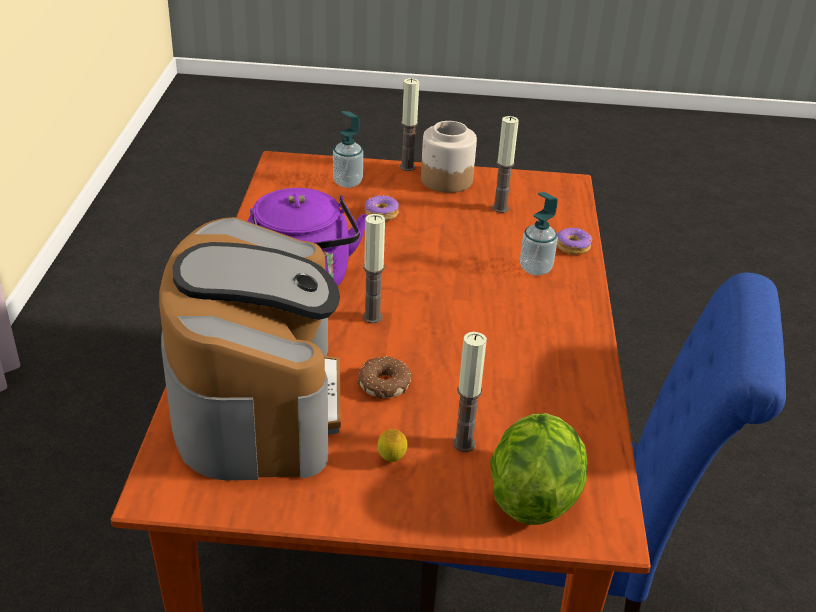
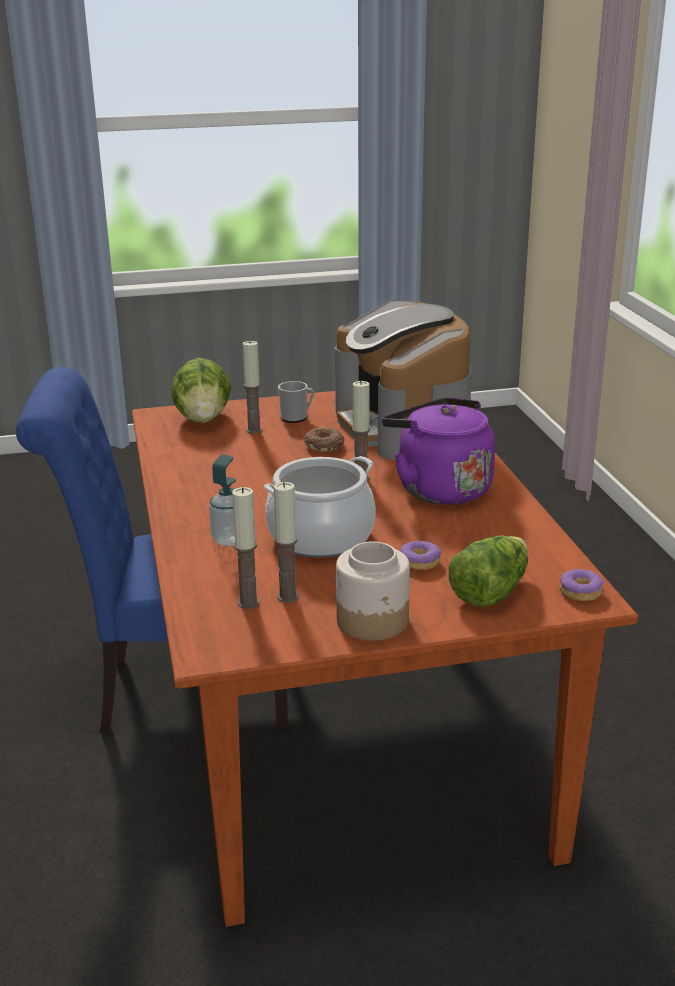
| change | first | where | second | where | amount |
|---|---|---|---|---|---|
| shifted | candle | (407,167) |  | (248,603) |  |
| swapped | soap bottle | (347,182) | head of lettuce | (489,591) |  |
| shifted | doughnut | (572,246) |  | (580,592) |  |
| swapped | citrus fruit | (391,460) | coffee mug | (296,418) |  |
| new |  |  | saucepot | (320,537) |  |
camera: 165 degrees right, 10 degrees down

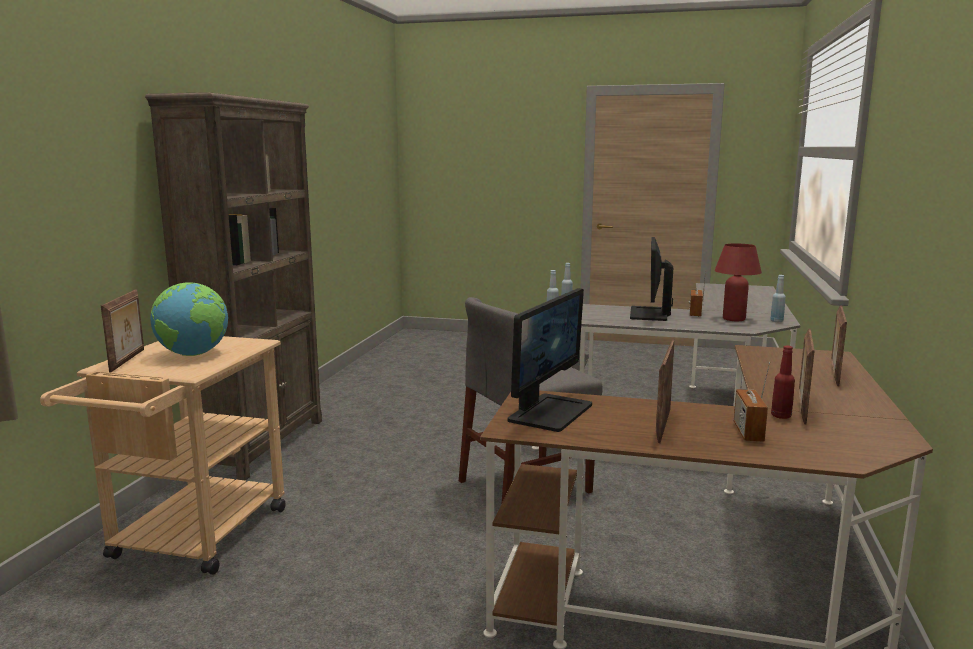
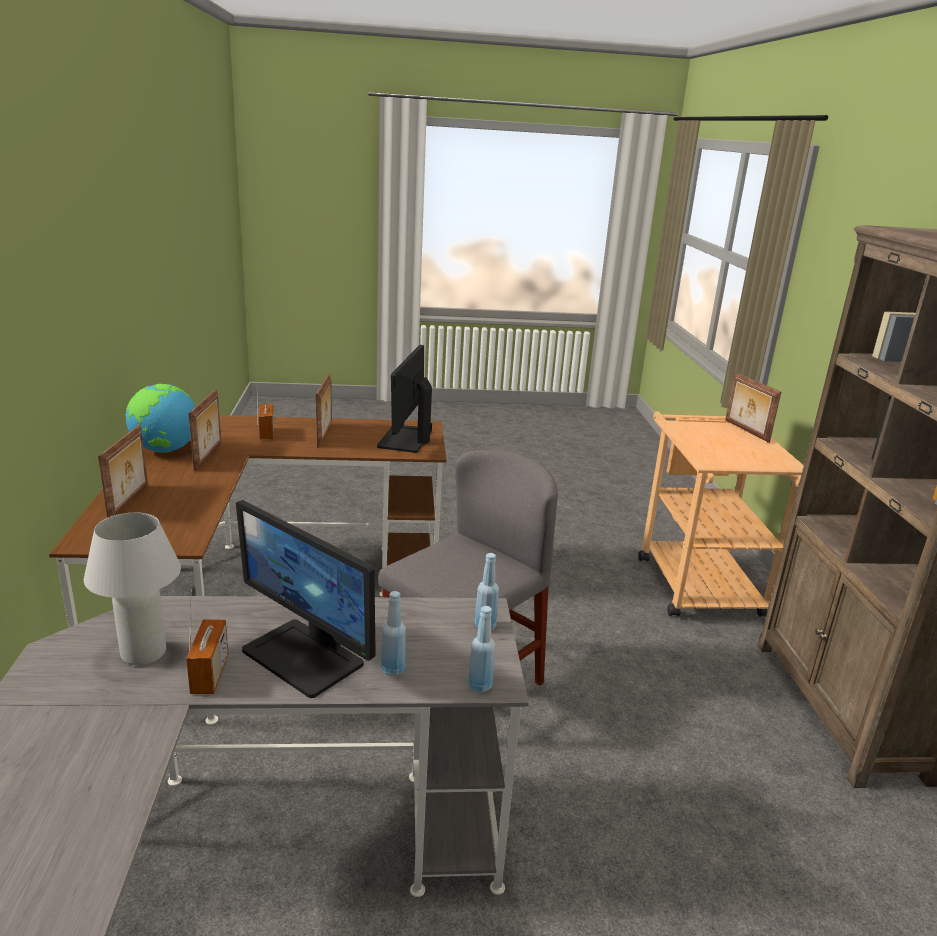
| change | first | where | second | where | amount |
|---|---|---|---|---|---|
| rotated | computer screen | (649,314) |  | (305,656) | 135 degrees clockwise |
| repainted | reddish lamp for a table | (733,319) | white lamp for a table | (144,653) |  |
| shifted | blue drink bottle | (776,321) |  | (392,670) |  |
| shifted | world globe | (194,354) |  | (165,450) |  |
| gone | reddish drink bottle | (781,416) |  |  |  |
camera: 160 degrees right, 10 degrees up

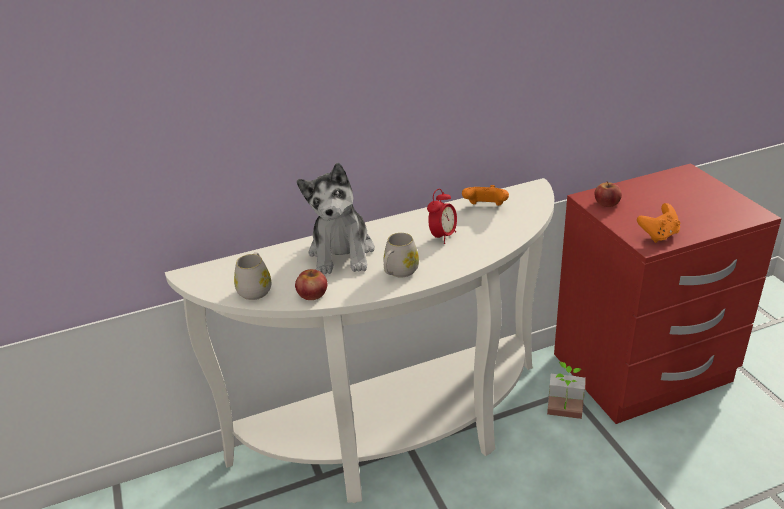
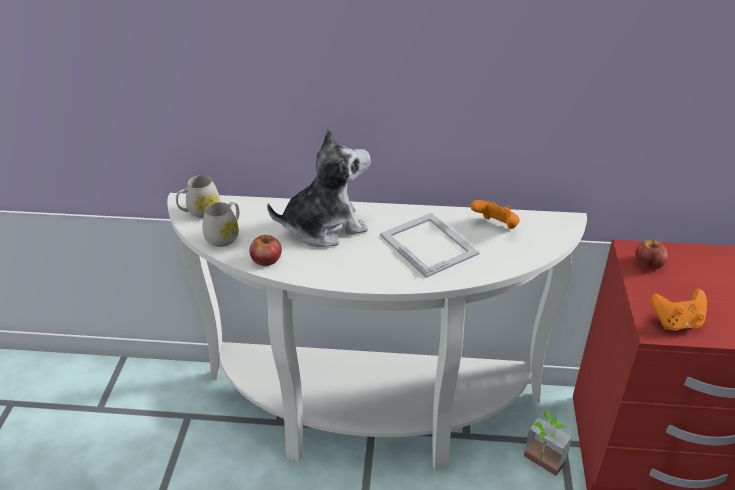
| change | first | where | second | where | amount |
|---|---|---|---|---|---|
| rotated | cuddly toy | (342,252) |  | (324,227) | 135 degrees counterclockwise |
| swapped | alarm clock | (443,236) | photo frame | (428,243) |  |
| shifted | white coffee mug | (399,272) |  | (200,212) |  |
camera: 25 degrees right, 5 degrees up

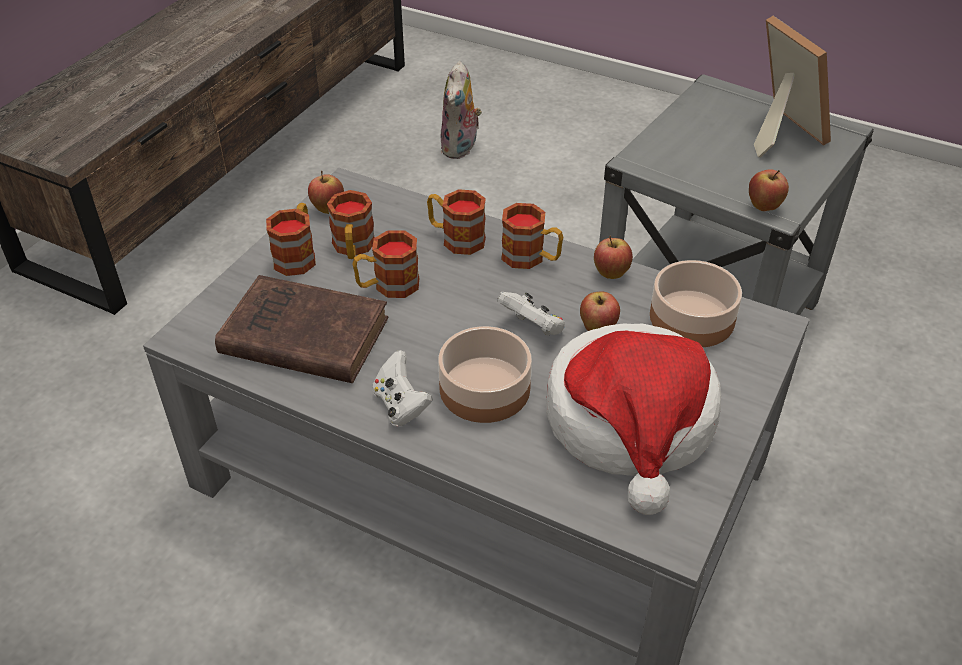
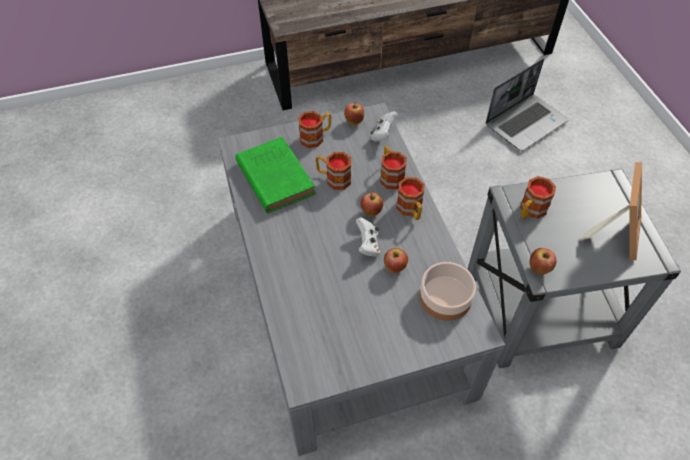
| change | first | where | second | where | amount |
|---|---|---|---|---|---|
| swapped | cuddly toy | (461,148) | notebook computer | (525,122) |  |
| shifted | coffee mug | (353,248) |  | (530,211) |  |
| shifted | apple | (610,274) |  | (371,212) |  |
| repainted | brown-coloured bound book | (300,336) | green-coloured bound book | (274,176) |  |
| gone | wearable hat | (631,423) |  |  |  |
| gone | deep dish | (485,390) |  |  |  |
| shifted | white gamepad | (401,405) |  | (382,134) |  |
camera: 45 degrees right, 10 degrees up

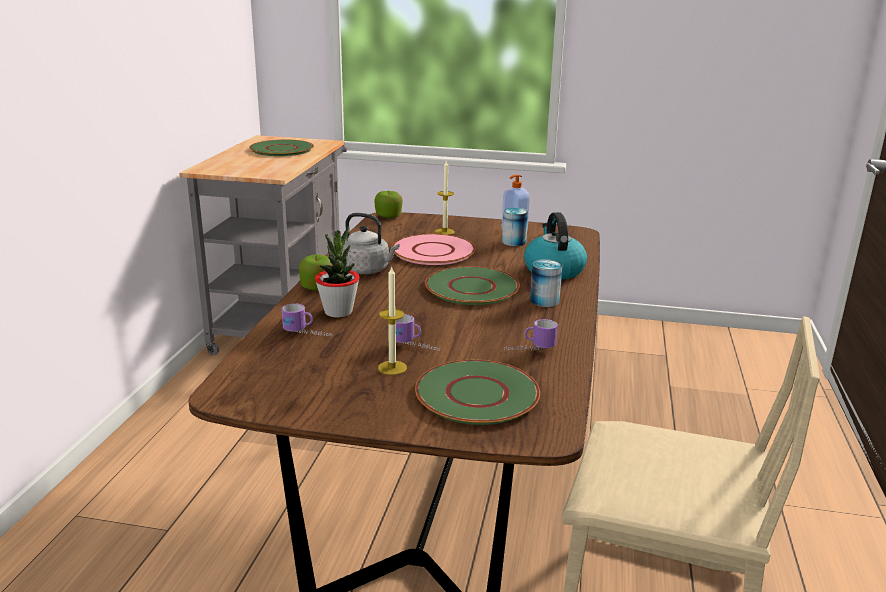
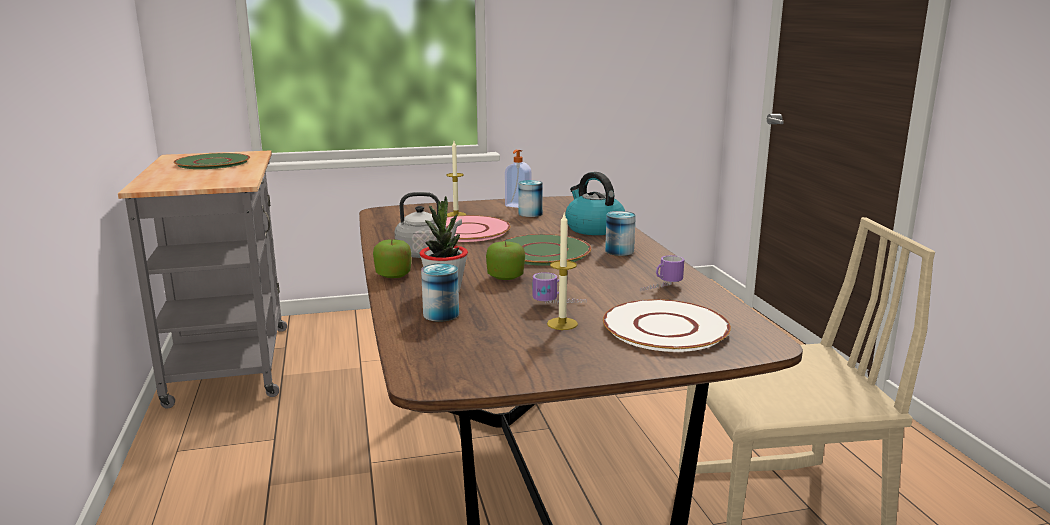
| change | first | where | second | where | amount |
|---|---|---|---|---|---|
| shifted | apple | (388,216) |  | (505,277) |  |
| swapped | coffee mug | (307,335) | sealed can | (441,314) |  |
| repainted | green-coloured plate | (476,394) | white plate | (664,328) |  |
camera: 25 degrees left, 5 degrees down

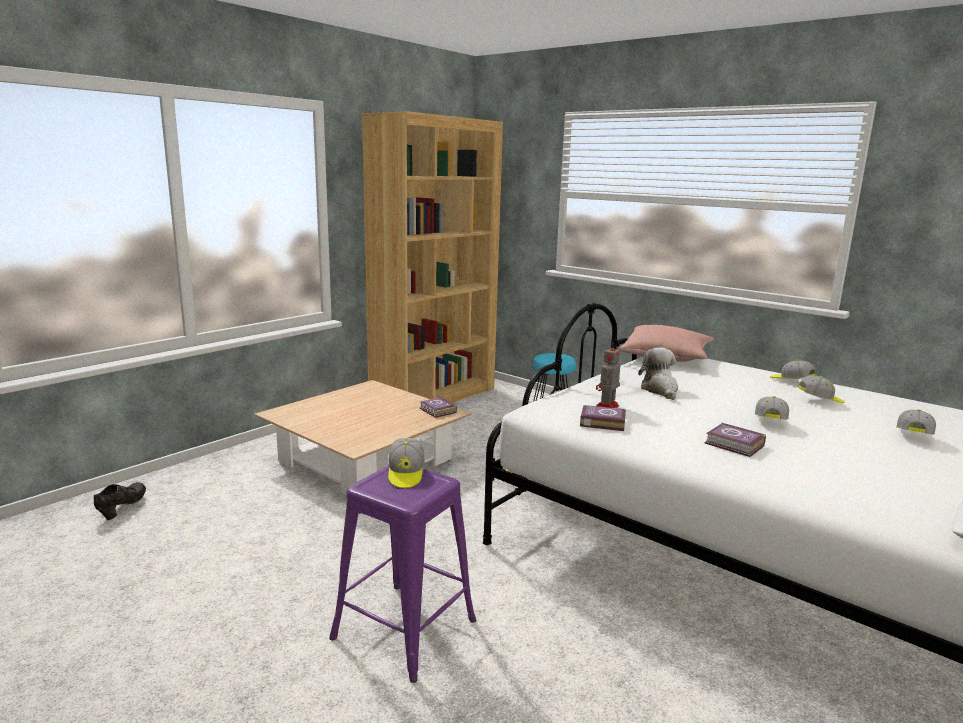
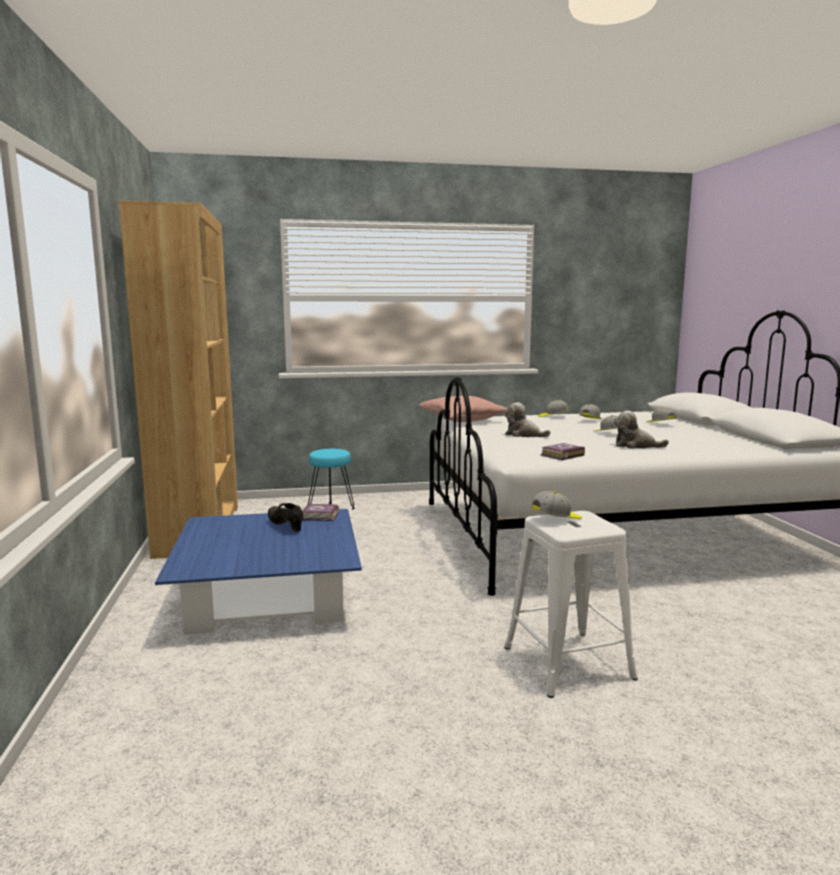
| change | first | where | second | where | amount |
|---|---|---|---|---|---|
| gone | model robot | (607,406) |  |  |  |
| repainted | beige coffee table | (365,461) | blue coffee table | (269,596) |  |
| swapped | bound book | (735,445) | cuddly toy | (635,446) |  |
| rotated | cap | (406,474) |  | (556,519) | 60 degrees counterclockwise |
| repainted | purple-coloured stool | (405,628) | white stool | (567,662) |  |
| shifted | black-coloured low shoe | (123,508) |  | (286,526) |  |
camera: 50 degrees left, 5 degrees down

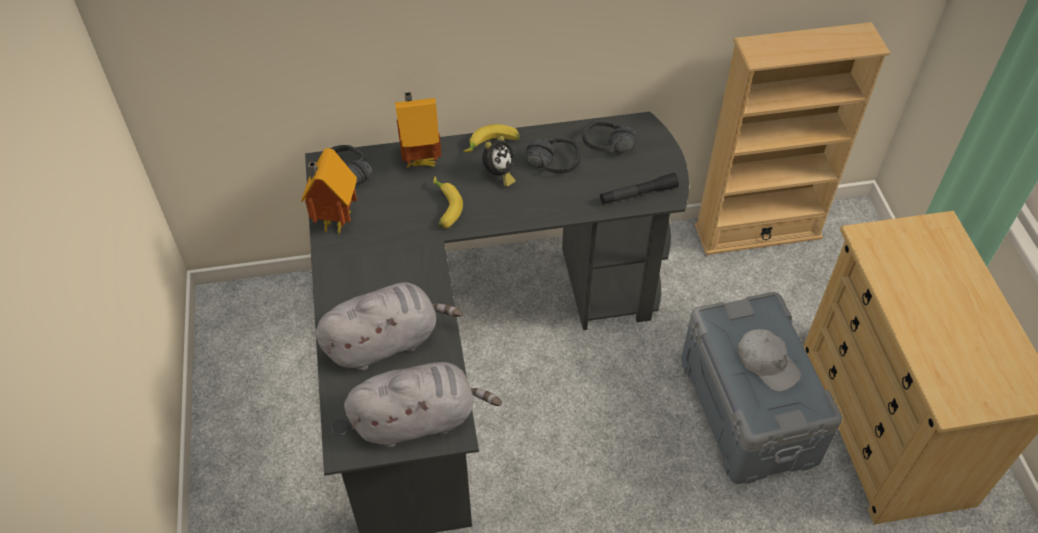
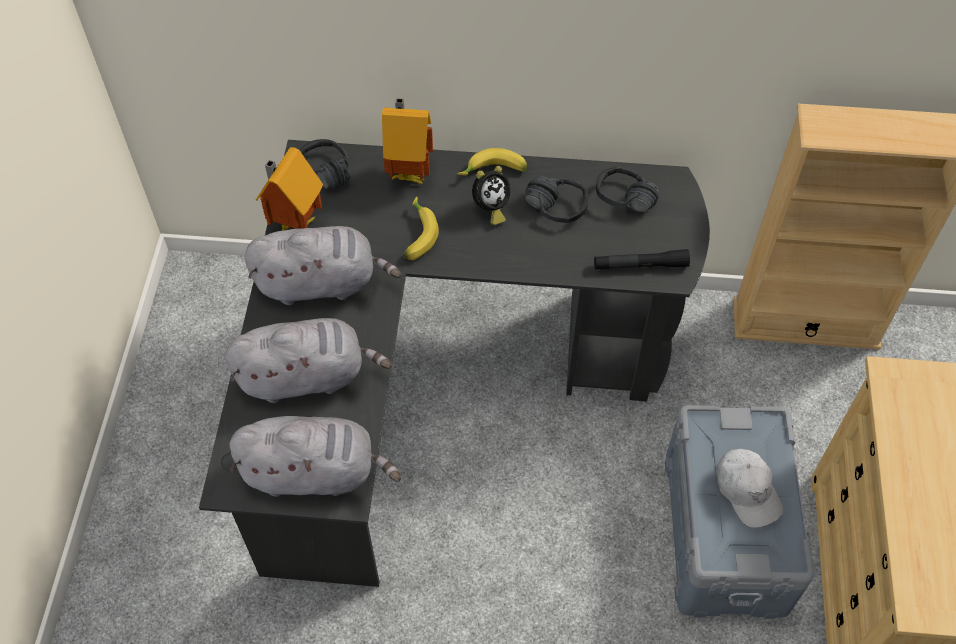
| change | first | where | second | where | amount |
|---|---|---|---|---|---|
| new |  |  | grey cuddly toy | (322,283) |  |
camera: 15 degrees right, 5 degrees up

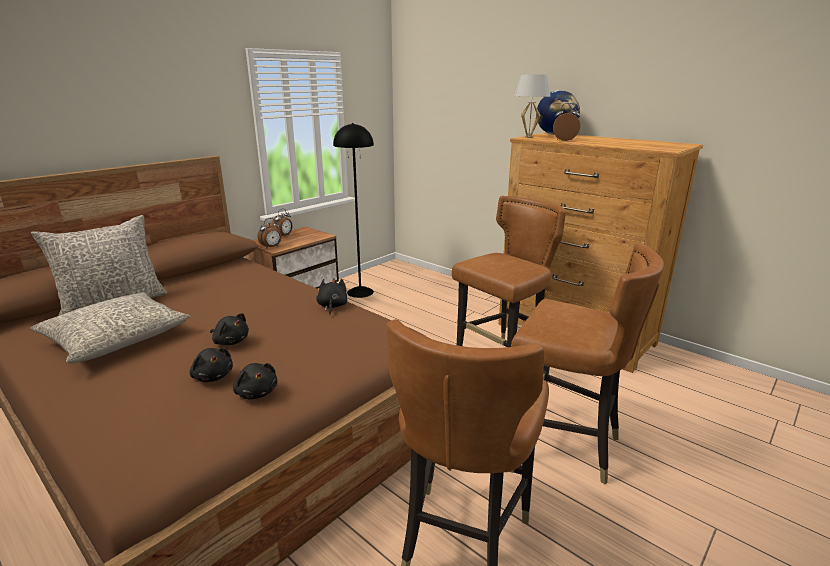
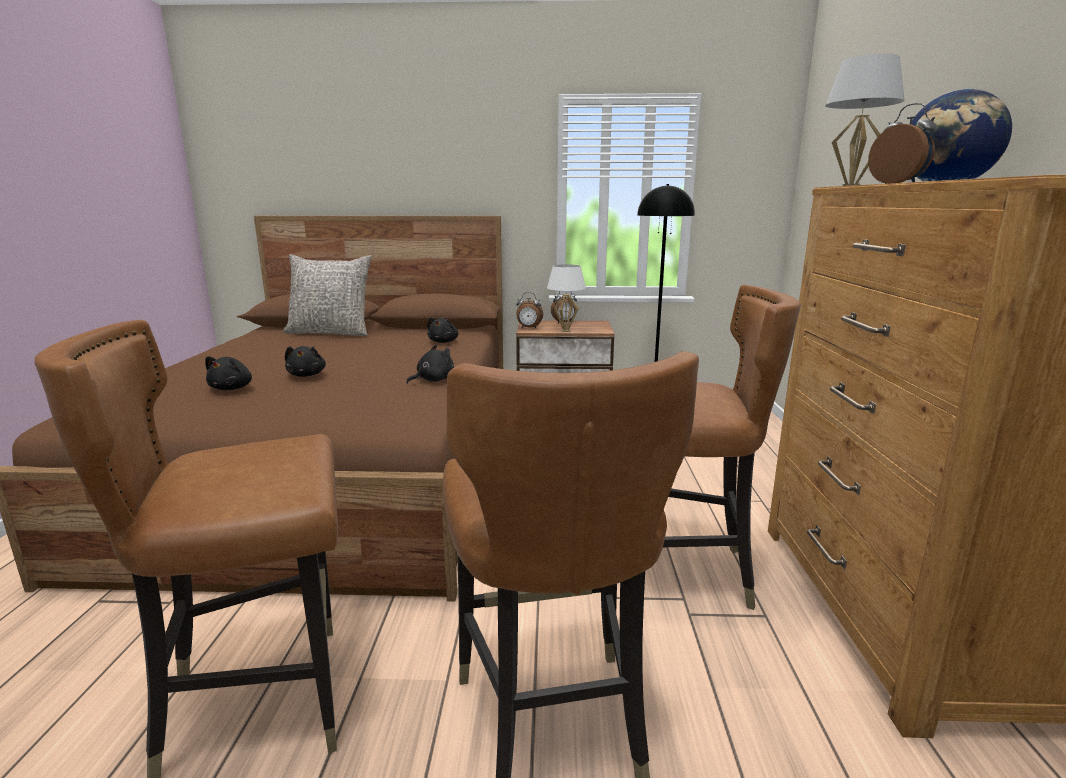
| change | first | where | second | where | amount |
|---|---|---|---|---|---|
| gone | grey pillow | (116,339) |  |  |  |
| shifted | black-coloured cuddly toy | (256,392) |  | (443,342) |  |
| new |  |  | white lamp for a table | (565,331) |  |
camera: 50 degrees right, 5 degrees down

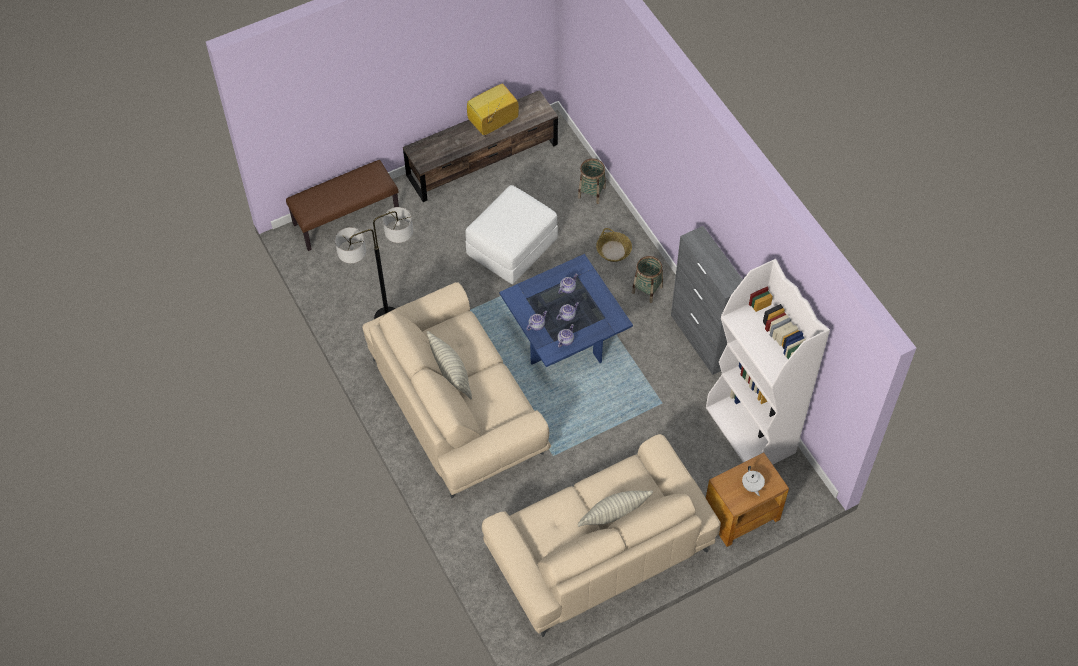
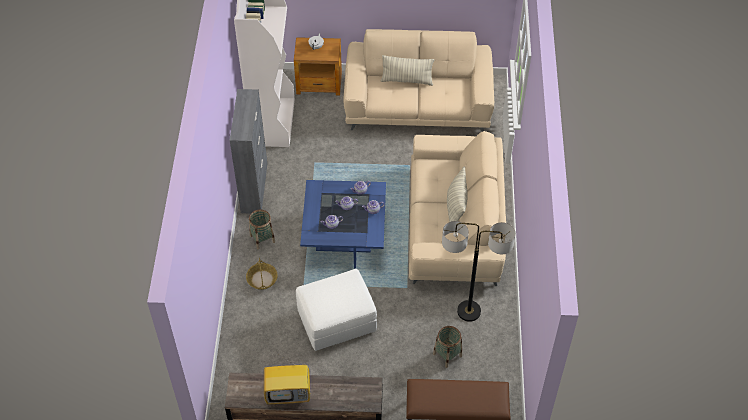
| change | first | where | second | where | amount |
|---|---|---|---|---|---|
| shifted | household basket | (591,192) |  | (447,355) |  |
camera: 150 degrees left, 5 degrees down

